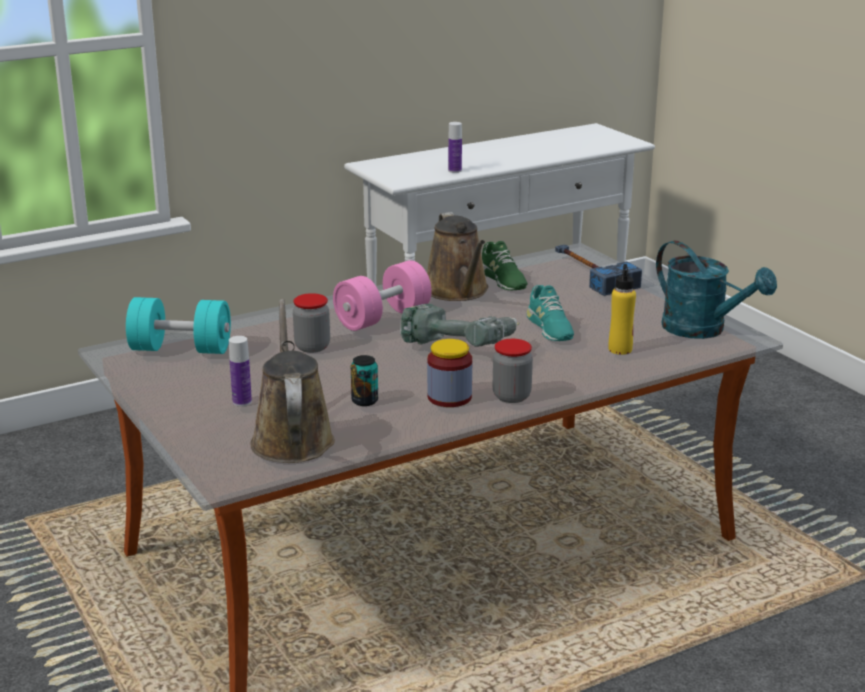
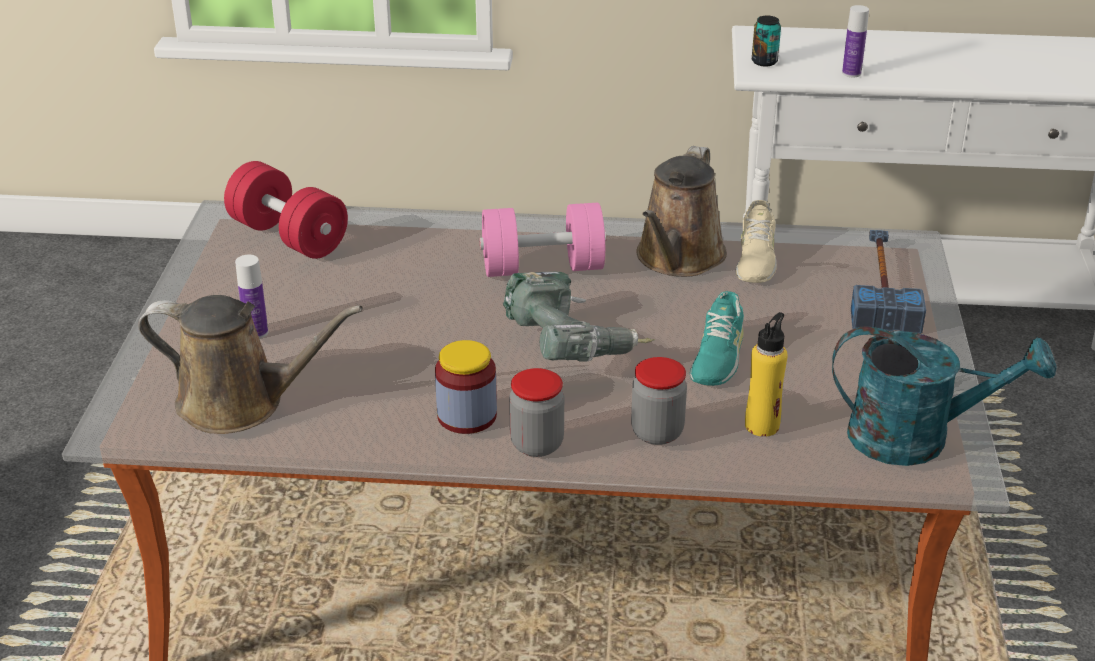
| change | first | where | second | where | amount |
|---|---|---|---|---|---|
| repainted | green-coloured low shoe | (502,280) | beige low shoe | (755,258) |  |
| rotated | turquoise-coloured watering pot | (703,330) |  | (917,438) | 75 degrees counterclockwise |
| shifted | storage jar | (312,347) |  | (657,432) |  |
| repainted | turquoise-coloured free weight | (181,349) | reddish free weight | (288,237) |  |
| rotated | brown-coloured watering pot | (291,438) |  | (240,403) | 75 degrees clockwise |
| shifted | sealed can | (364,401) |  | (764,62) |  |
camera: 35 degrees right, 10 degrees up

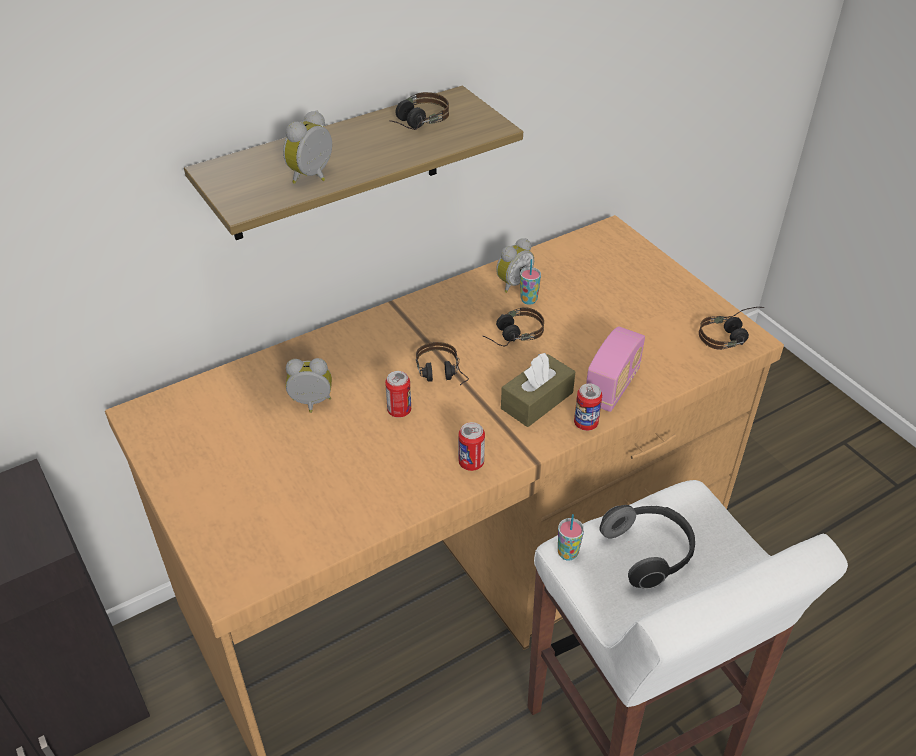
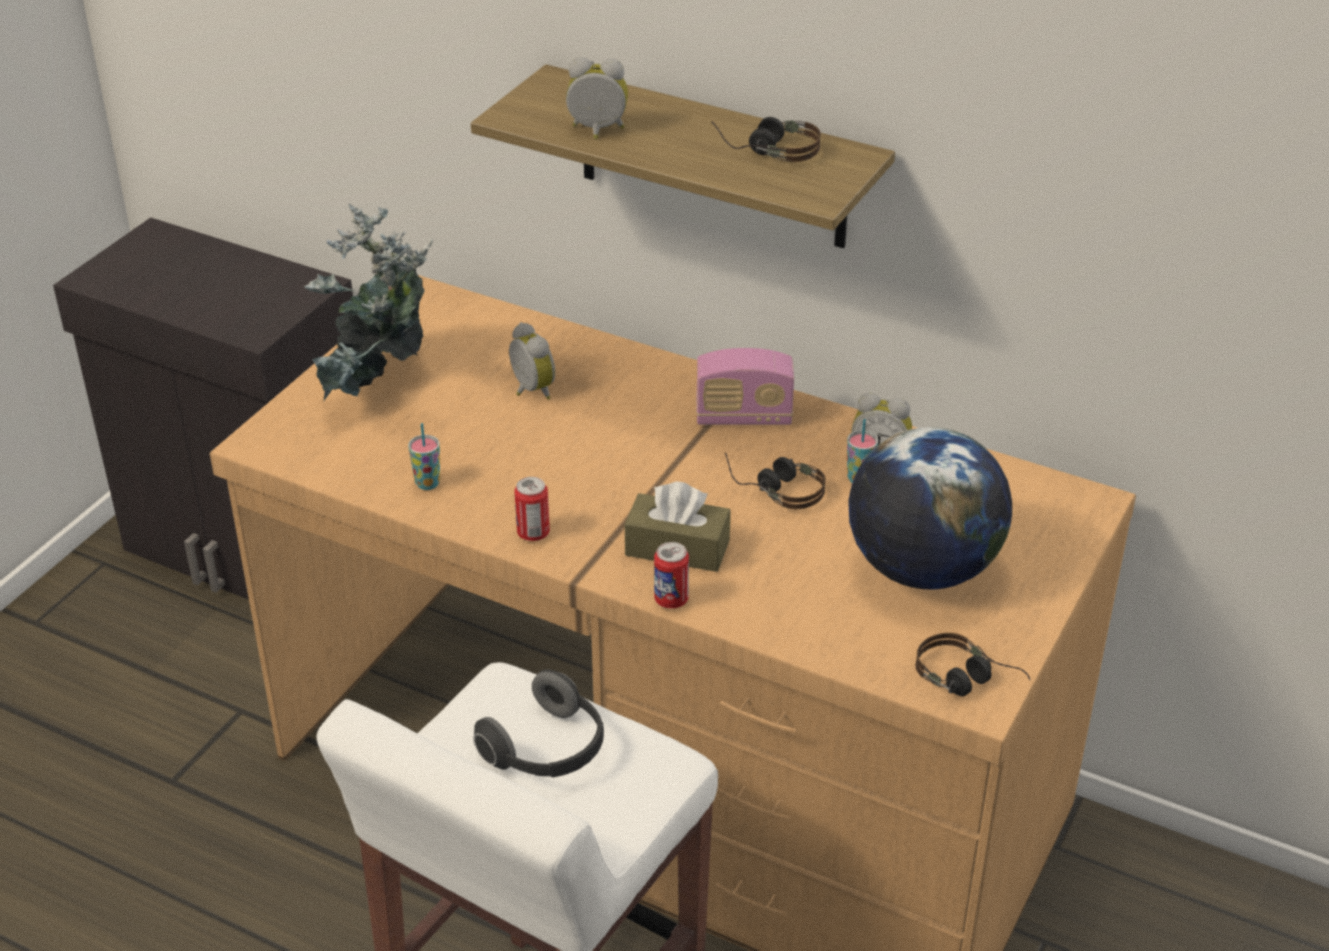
| change | first | where | second | where | amount |
|---|---|---|---|---|---|
| shifted | radio receiver | (612,387) |  | (743,417) |  |
| gone | headphones | (441,376) |  |  |  |
| gone | sealed can | (399,410) |  |  |  |
| shifted | drinking cup | (567,553) |  | (427,483) |  |
| new |  |  | plant in a pot | (382,389) |  |
| new |  |  | world globe | (922,569) |  |
camera: 60 degrees right, 5 degrees down

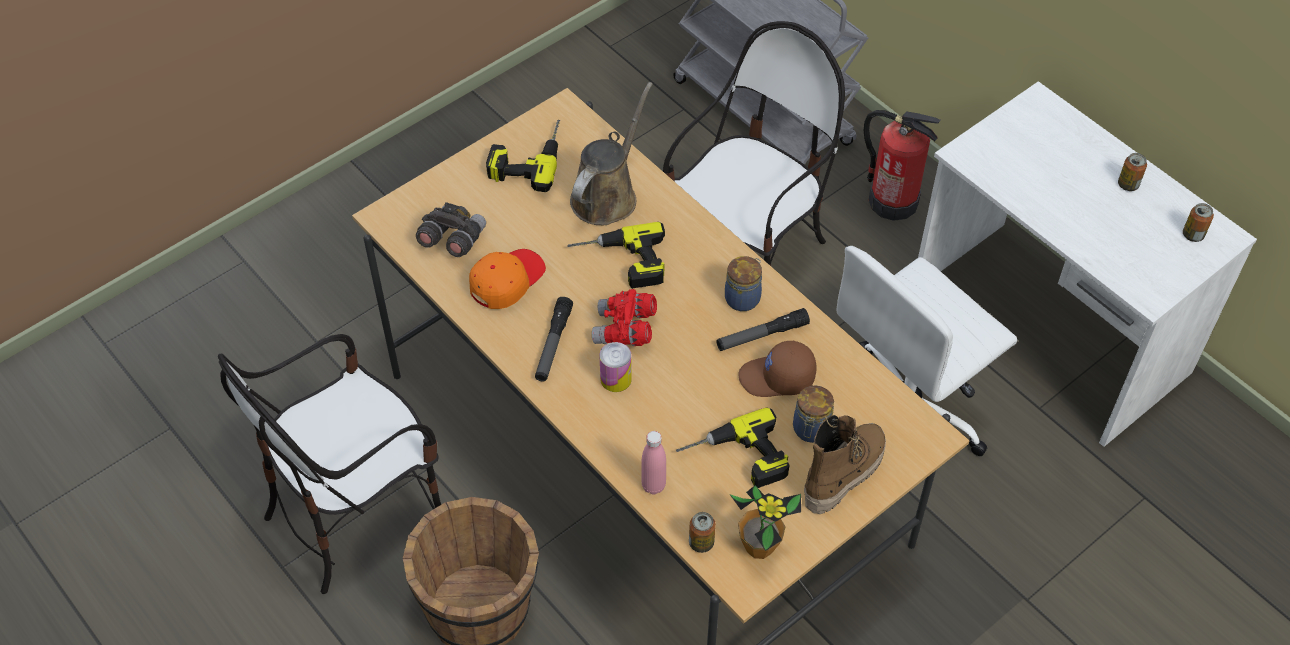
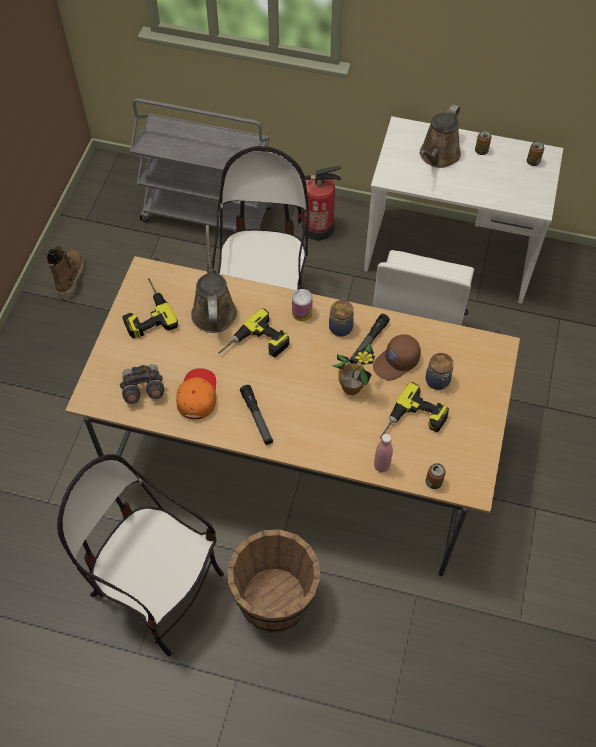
| change | first | where | second | where | amount |
|---|---|---|---|---|---|
| gone | reddish binoculars | (625,330) |  |  |  |
| rotated | plain chair | (358,511) |  | (157,589) | 105 degrees clockwise |
| shifted | sealed can | (616,379) |  | (302,313) |  |
| shifted | high-top boot | (842,474) |  | (70,277) |  |
| shifted | plant in a pot | (759,547) |  | (351,388) |  |
| new |  |  | brown-coloured watering pot | (438,156) |  |
camera: 35 degrees left, 5 degrees up

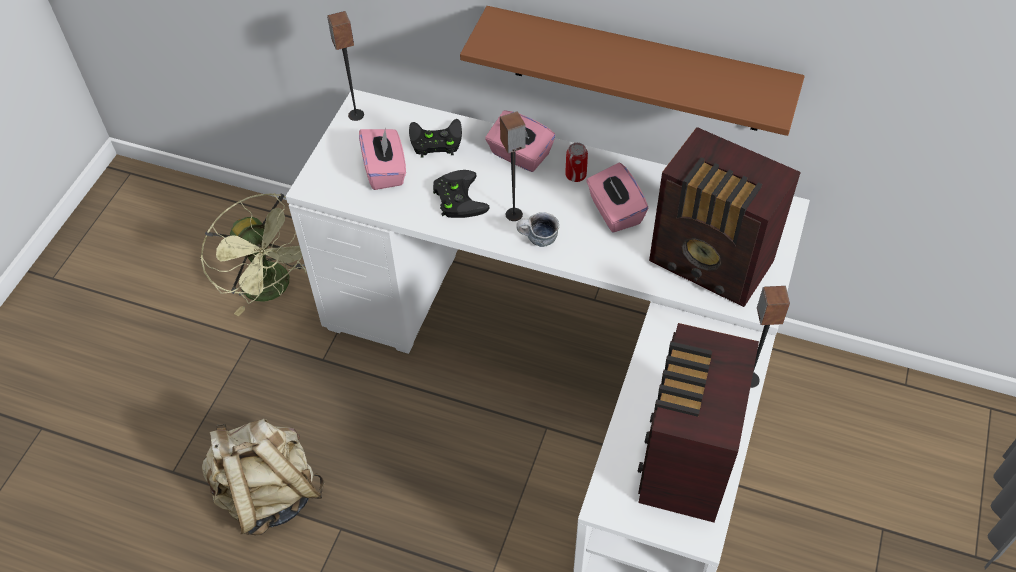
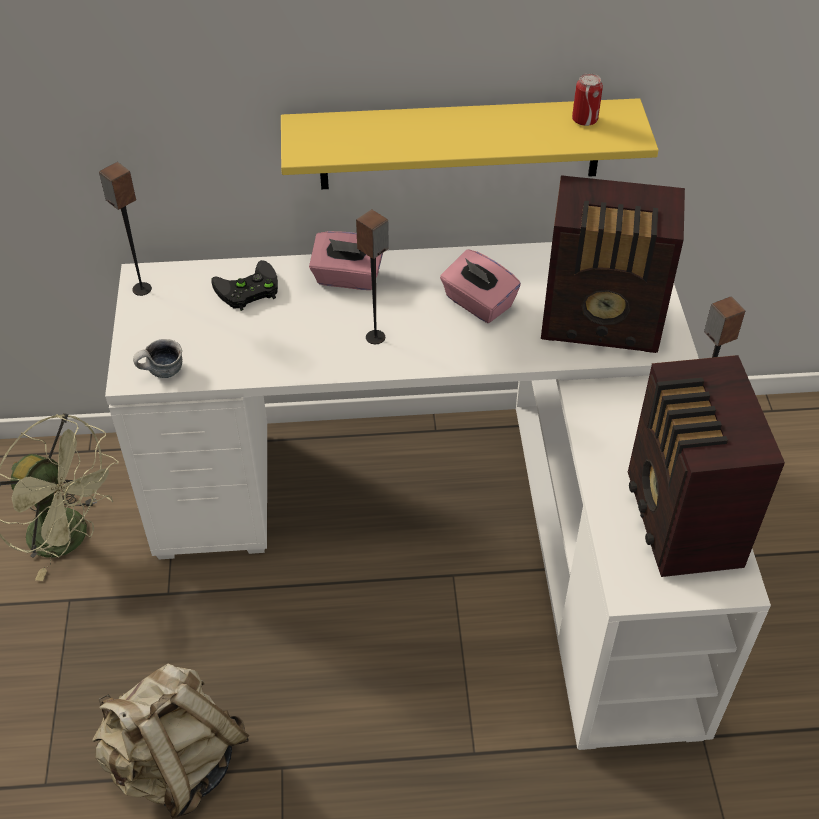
| change | first | where | second | where | amount |
|---|---|---|---|---|---|
| repainted | brown-coloured wall shelf | (637,70) | yellow-coloured wall shelf | (460,144) |  |
| gone | pinkish tissue box | (385,170) |  |  |  |
| shifted | sealed can | (575,175) |  | (584,120) |  |
| gone | black-coloured gamepad | (457,197) |  |  |  |
| shifted | coffee mug | (537,240) |  | (162,373) |  |
camera: 25 degrees left, 5 degrees down

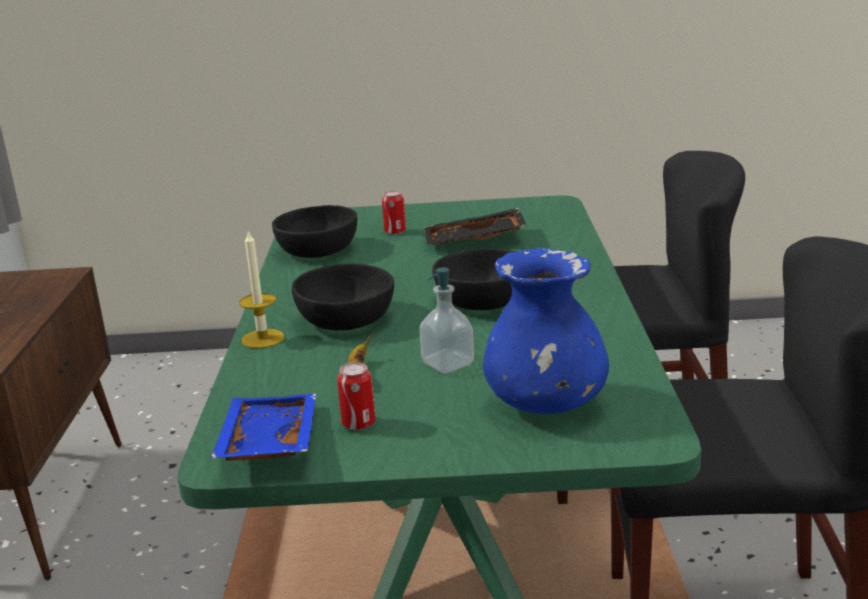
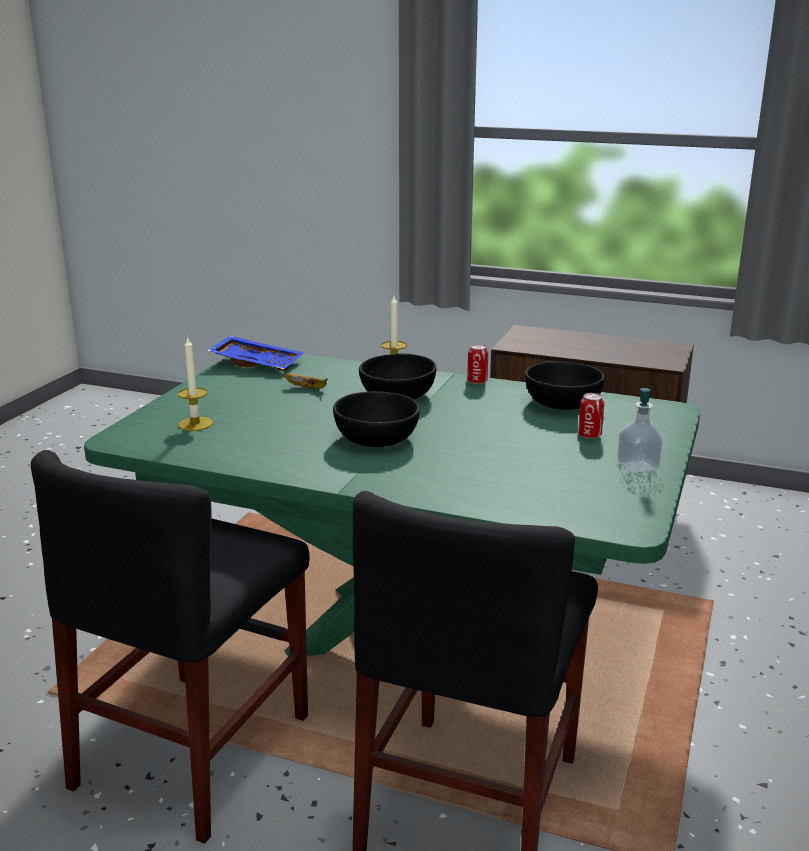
| change | first | where | second | where | amount |
|---|---|---|---|---|---|
| gone | black-coloured serving tray | (474,241) |  |  |  |
| swapped | blue flower vase | (546,405) | candle | (195,424) |  |
| shifted | soap bottle | (448,364) |  | (637,466) |  |
| shifted | sealed can | (358,423) |  | (477,381) |  |
camera: 110 degrees right, 0 degrees up

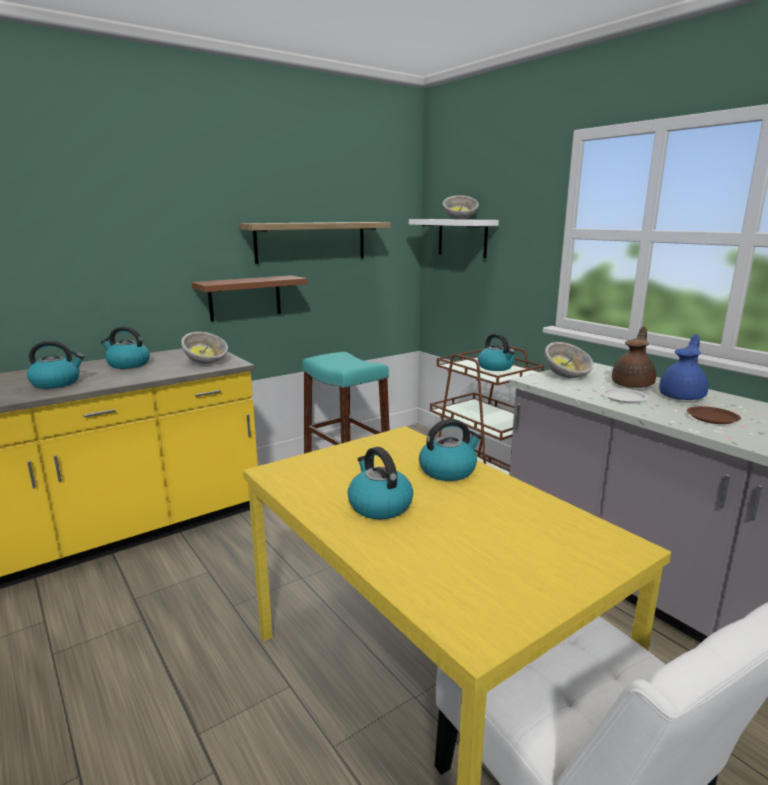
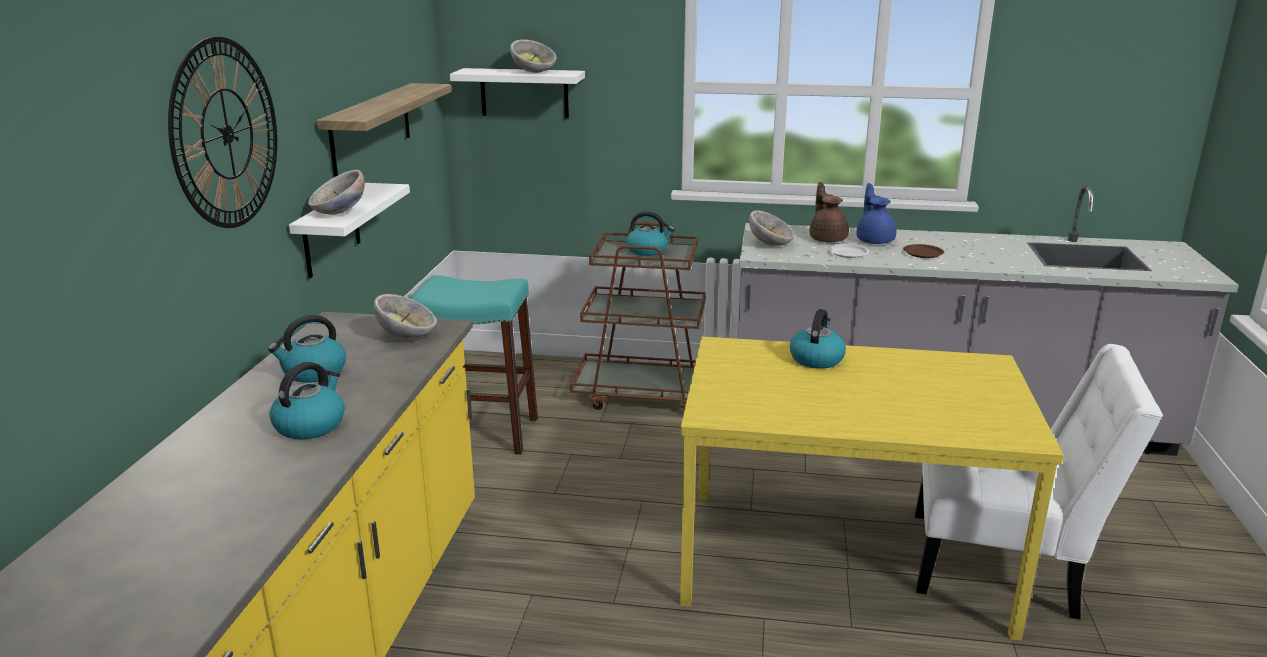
| change | first | where | second | where | amount |
|---|---|---|---|---|---|
| repainted | brown-coloured wall shelf | (245,298) | white wall shelf | (331,230) |  |
| gone | kettle | (379,506) |  |  |  |
| new |  |  | wall clock | (227,134) |  |
| new |  |  | deep dish | (339,212) |  |
camera: 45 degrees left, 5 degrees up

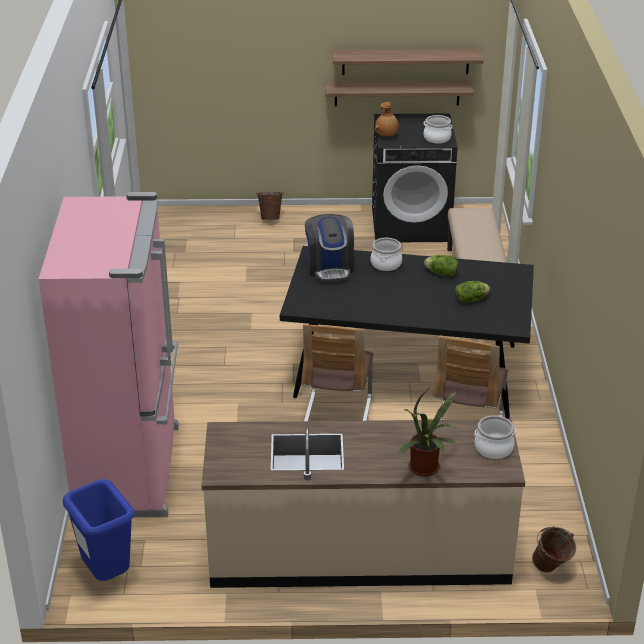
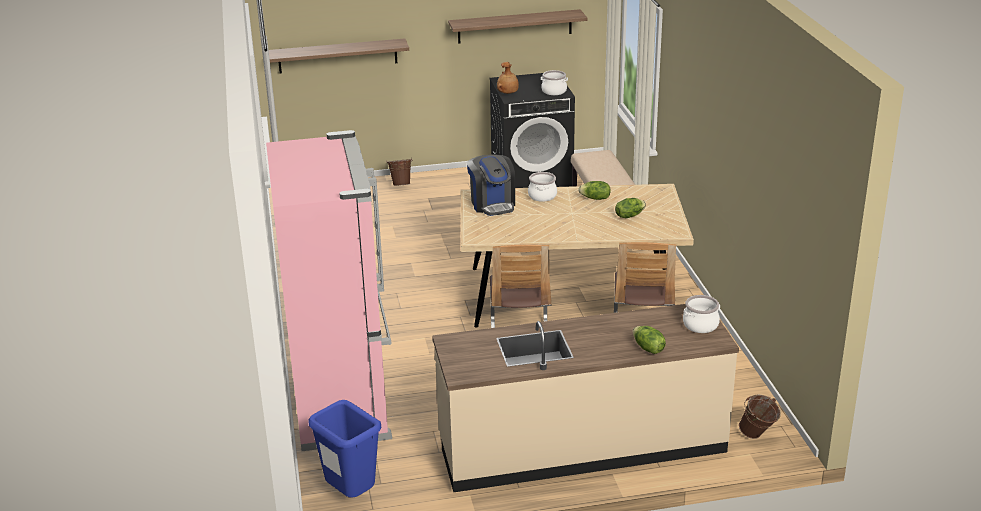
| change | first | where | second | where | amount |
|---|---|---|---|---|---|
| shifted | wall shelf | (397,93) |  | (337,56) |  |
| repainted | black-coloured dinner table | (407,371) | beige dinner table | (571,293) |  |
| swapped | plant in a pot | (426,469) | head of lettuce | (648,348) |  |
camera: 10 degrees left, 5 degrees down

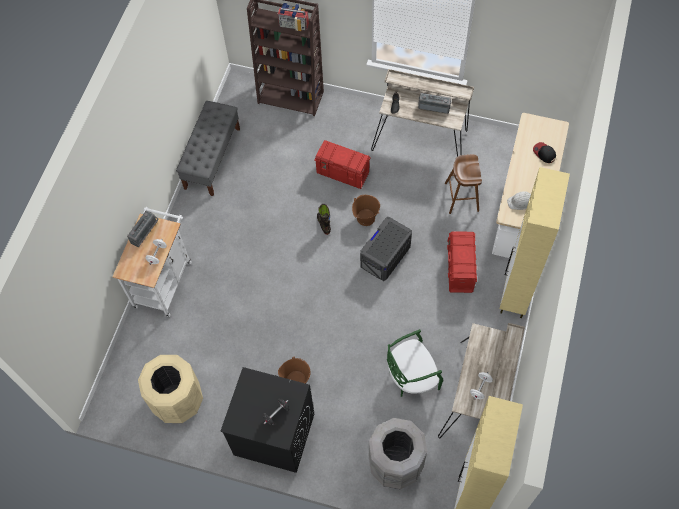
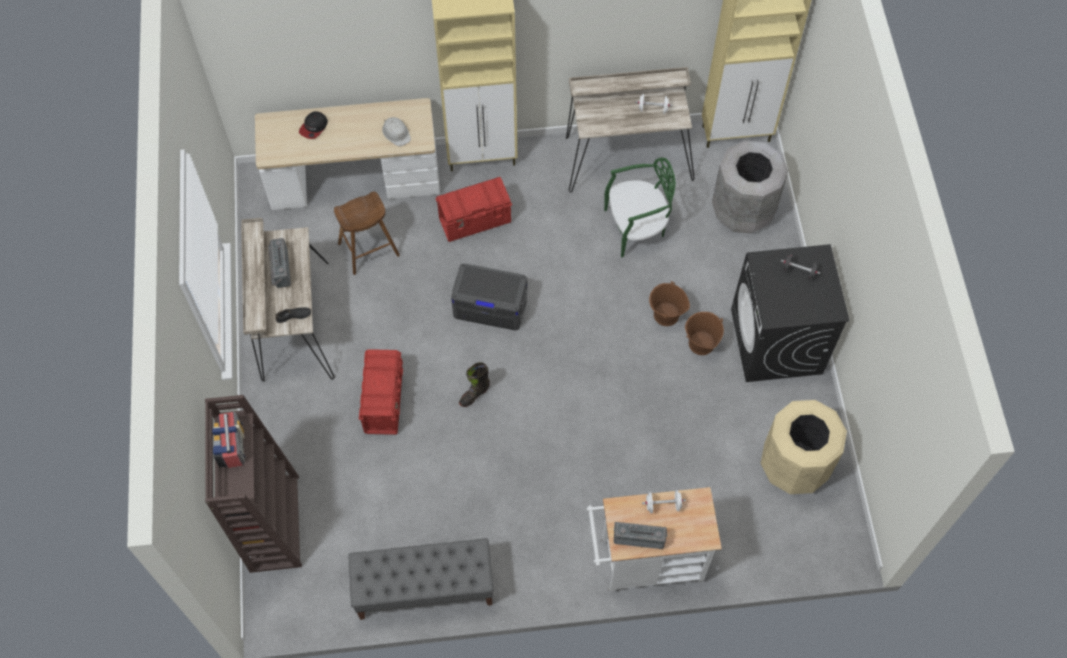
| change | first | where | second | where | amount |
|---|---|---|---|---|---|
| shifted | brown-coloured bucket | (365,217) |  | (666,315) |  |
| rotated | green-coloured plain chair | (411,376) |  | (636,227) | 60 degrees counterclockwise |
camera: 115 degrees left, 0 degrees up

